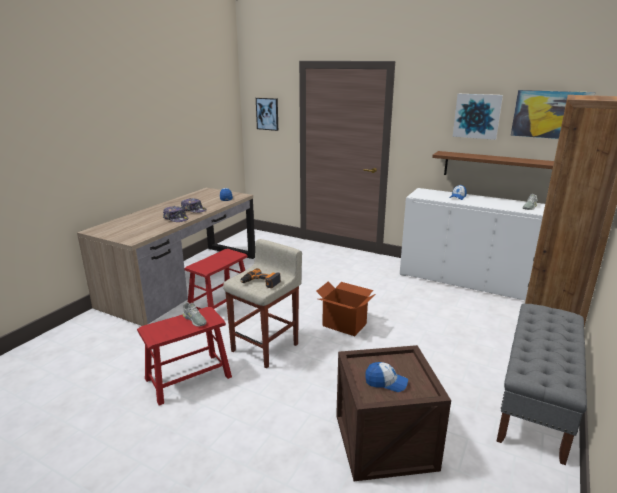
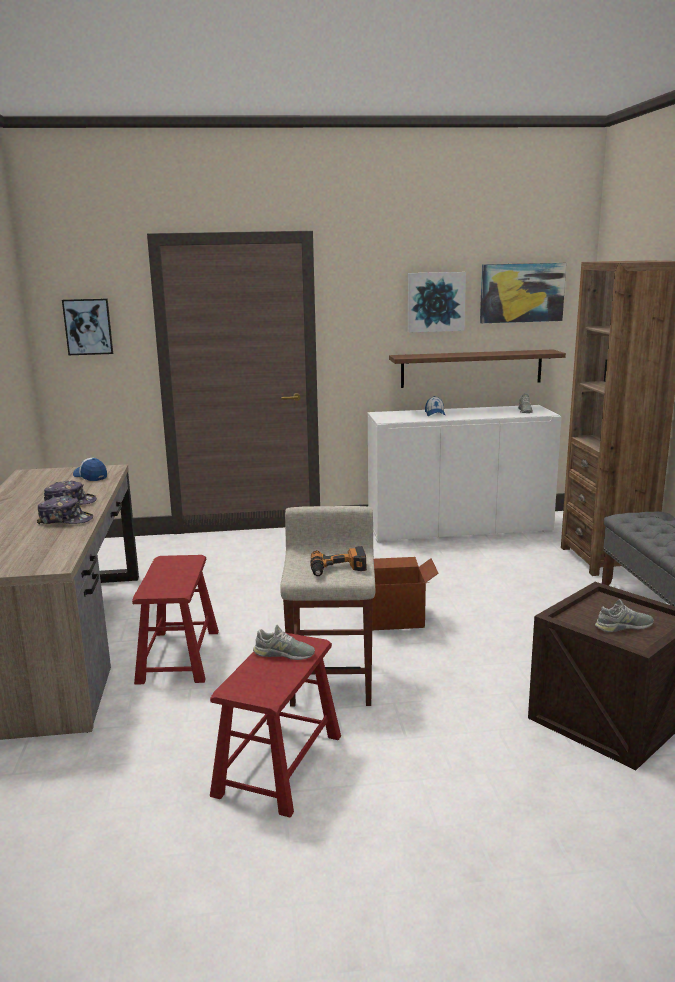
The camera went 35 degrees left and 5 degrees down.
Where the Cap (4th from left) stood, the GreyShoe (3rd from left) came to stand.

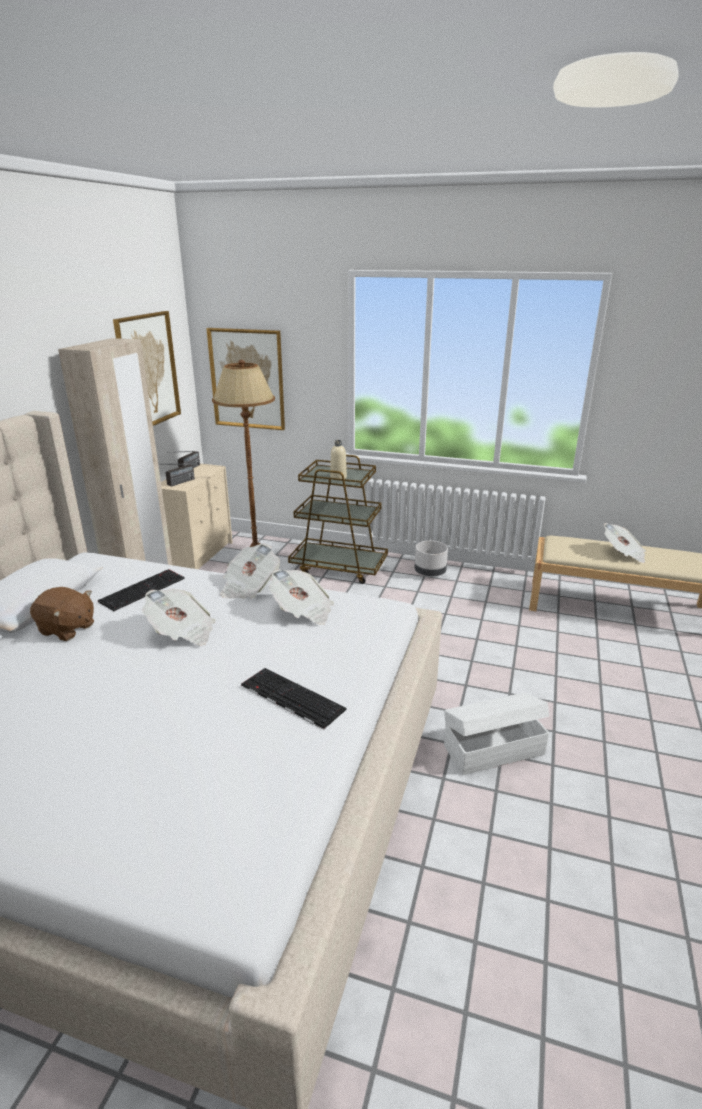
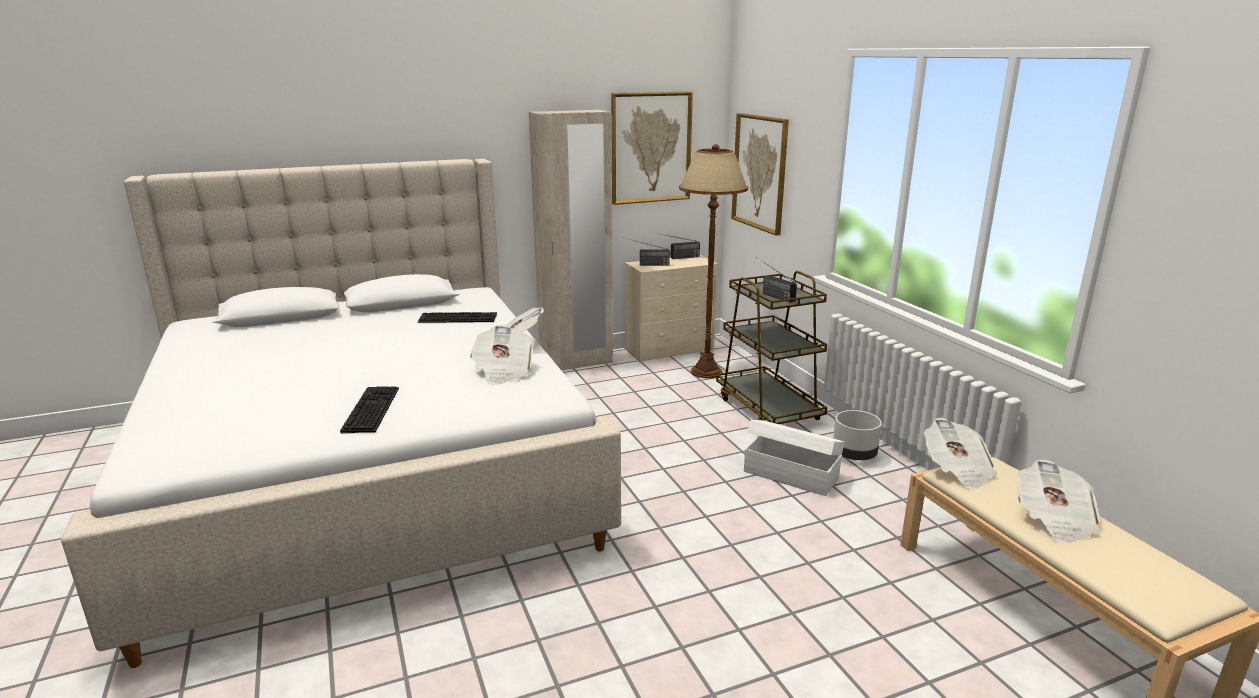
The camera went 50 degrees right and 5 degrees down.
The WhiteStorageBox ended up elsewhere.
Where the BeigeBottle stood, the Radio (3rd from left) came to stand.
The Newspaper (1st from left in the first image) ended up elsewhere.
The second view lost the BrownPlushToy.

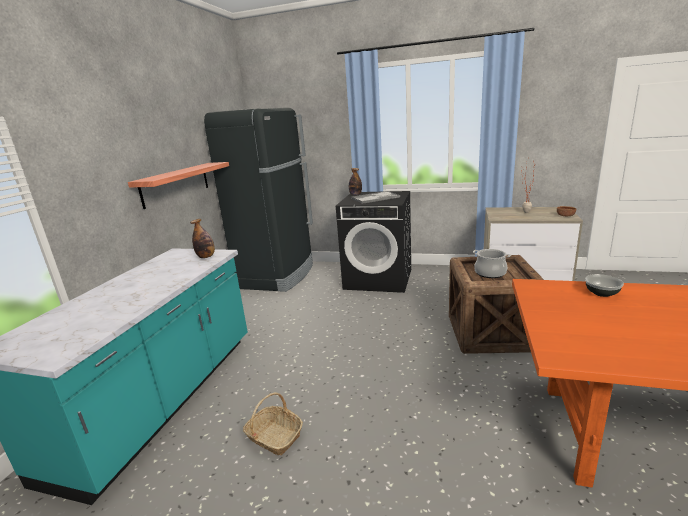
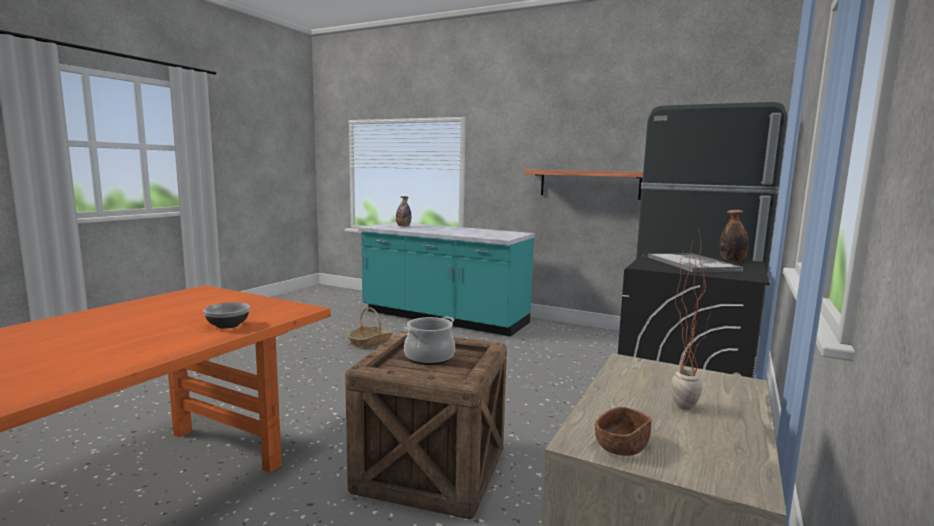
The camera went 100 degrees right and 10 degrees down.
The Bottle (1st from left) ended up elsewhere.

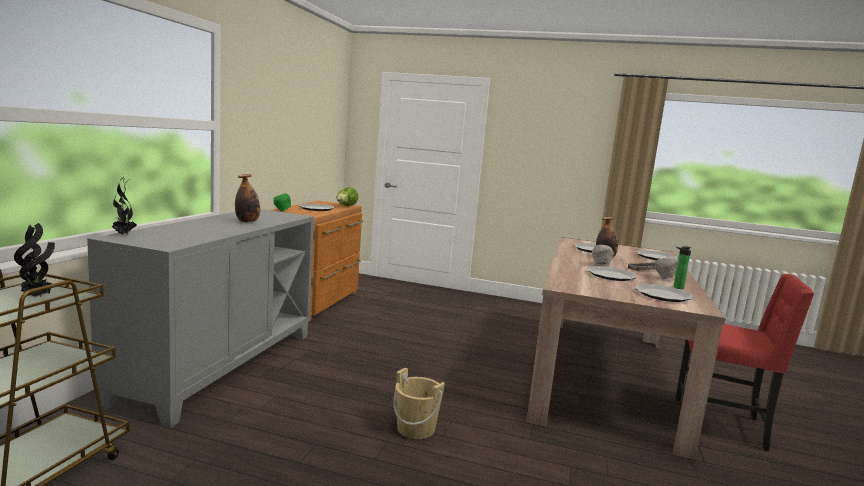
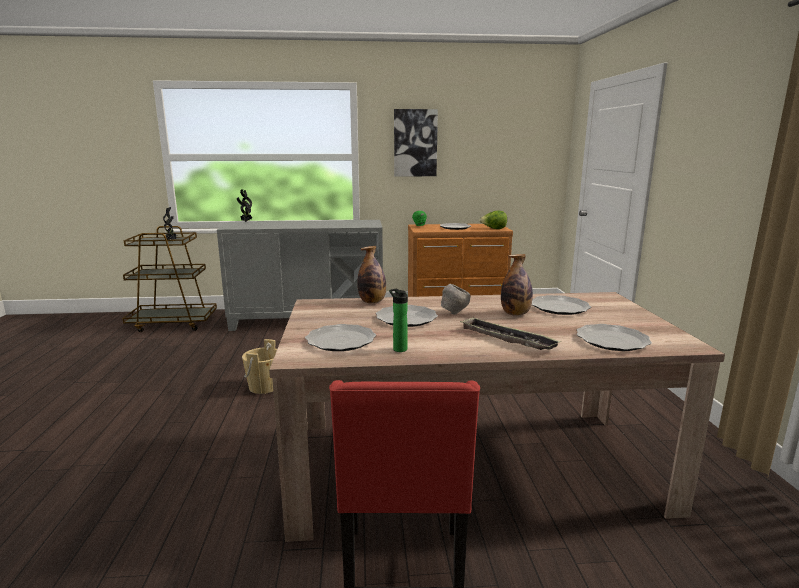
The camera went 70 degrees right and 5 degrees up.
The Bottle (1st from left) ended up elsewhere.
The second view gained the Picture.
The second view lost the GreyBowl (2nd from left).

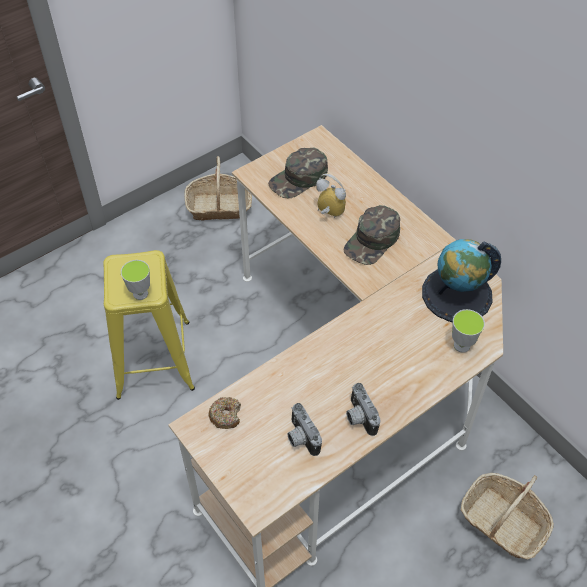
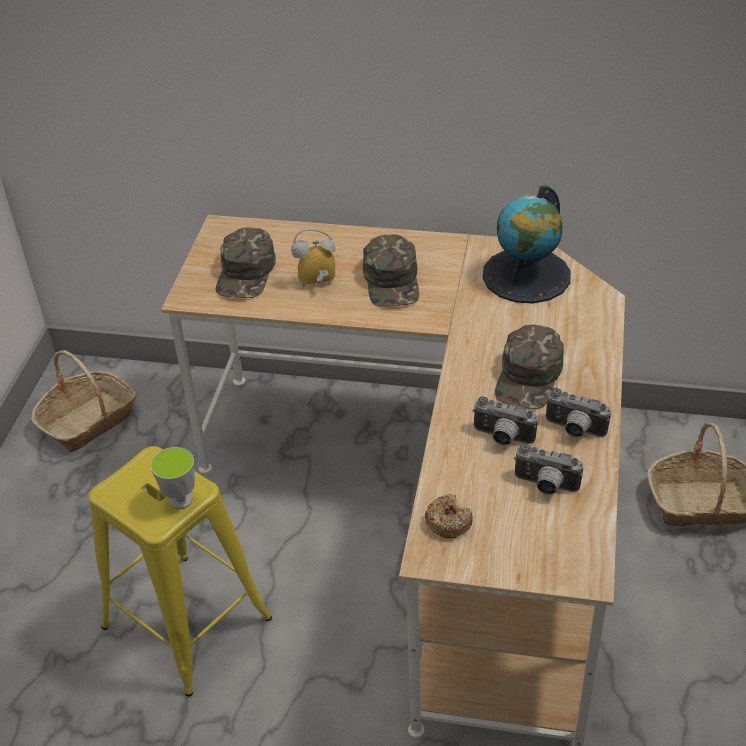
The camera went 40 degrees left and 10 degrees down.
The second view gained the PhotoCamera (1st from left).
The second view gained the GreenCap (3rd from left).
The second view lost the Cup (2nd from left).

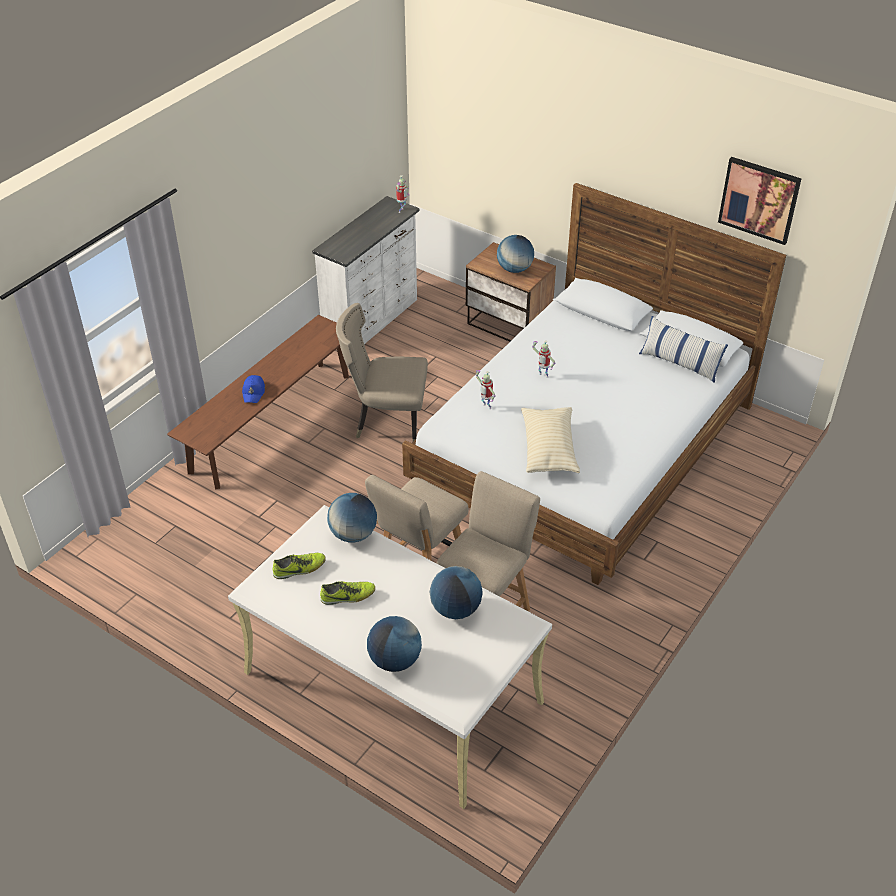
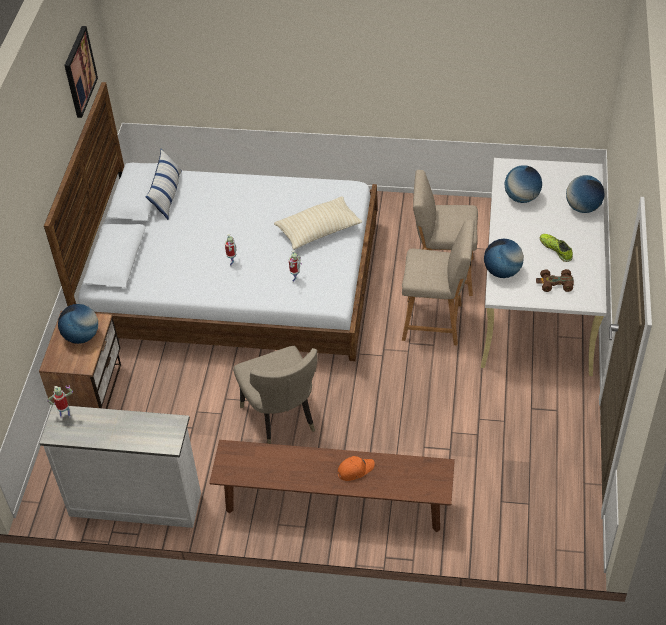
The camera went 115 degrees left and 5 degrees up.
What was the BlueCap turned into the OrangeCap.
Where the Shoe (1st from left) stood, the BrownToyCar came to stand.

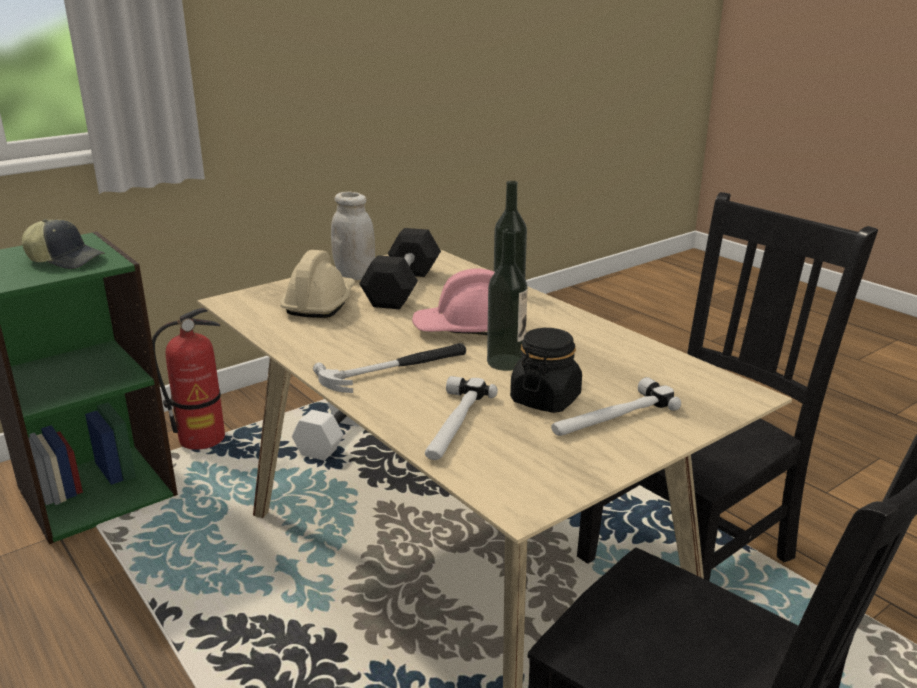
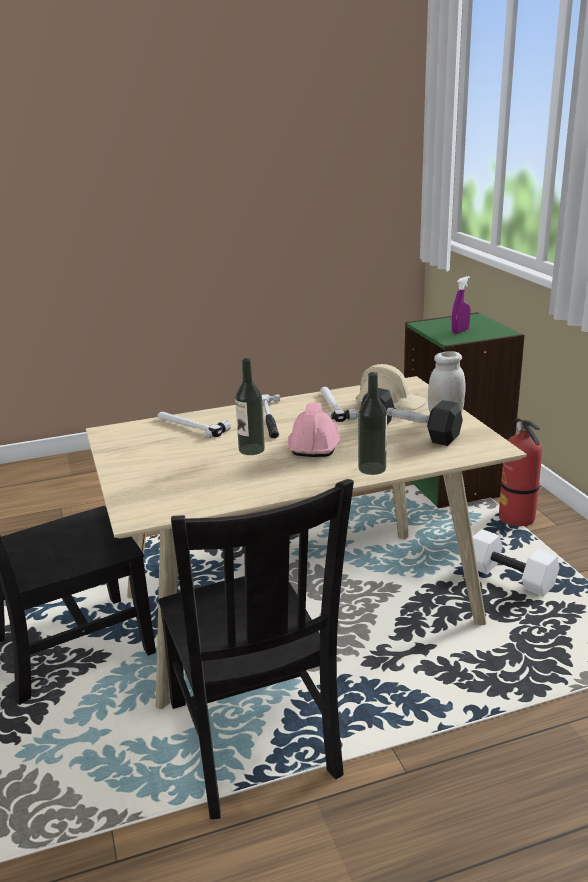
The camera went 110 degrees right and 0 degrees up.
The Hammer (3rd from left) ended up elsewhere.
Where the Cap stood, the PurpleSprayBottle came to stand.
The second view lost the BlackJar.

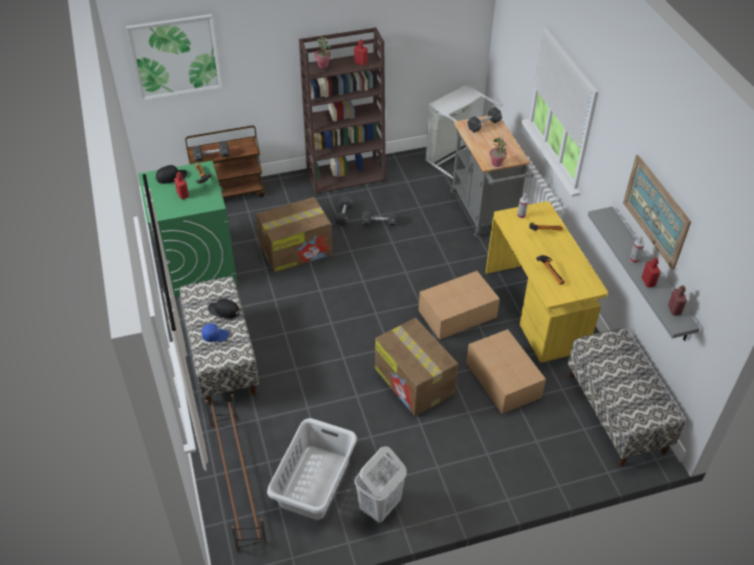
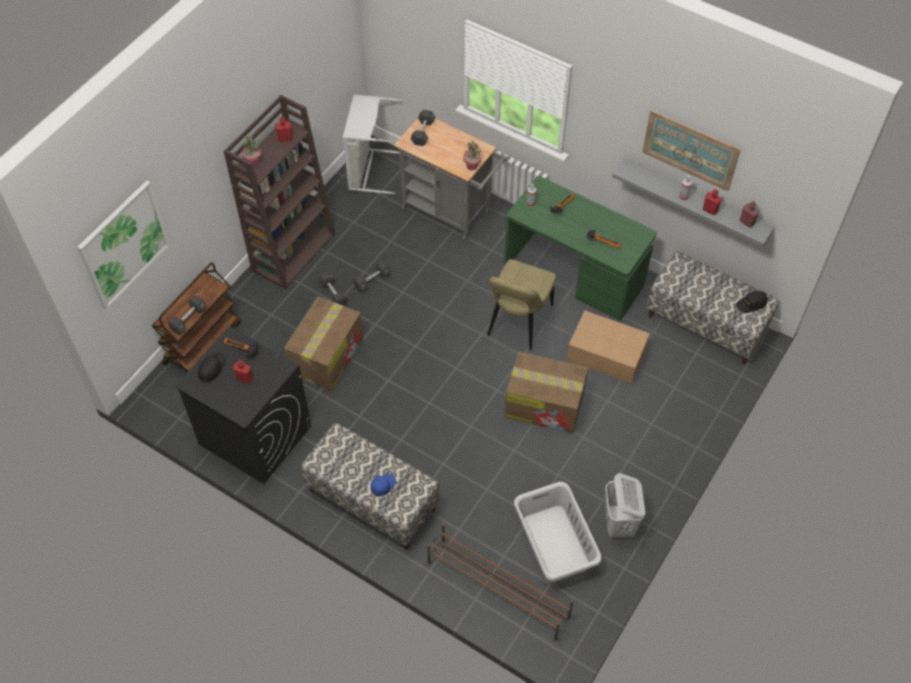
The camera went 40 degrees left and 10 degrees up.
What was the GreenWashingMachine turned into the BlackWashingMachine.
Where the CardboardBox (3rd from left) stood, the BeigeChair came to stand.
What was the YellowDesk turned into the GreenDesk.
The BlackCap (2nd from left) ended up elsewhere.

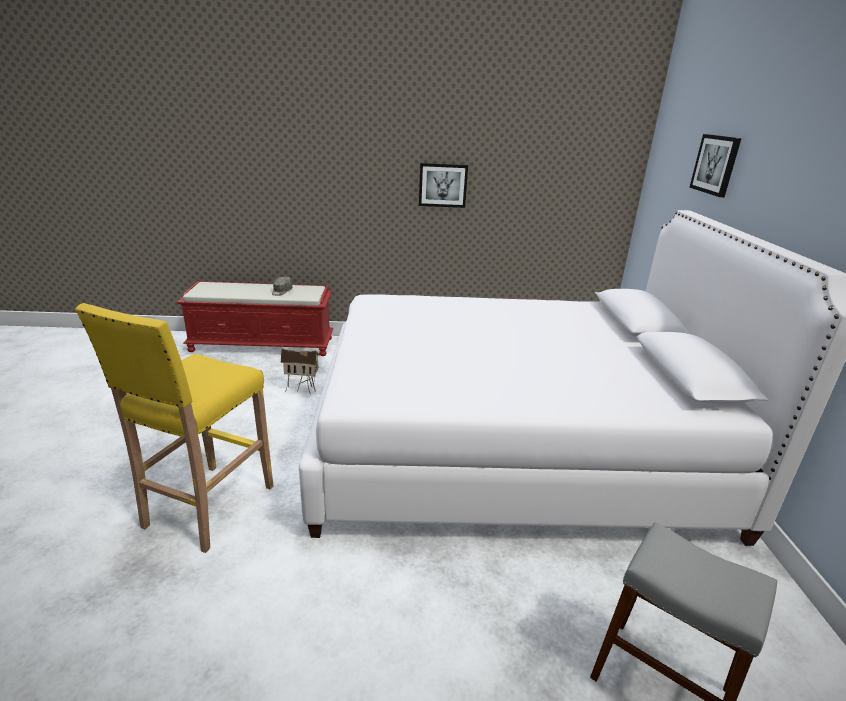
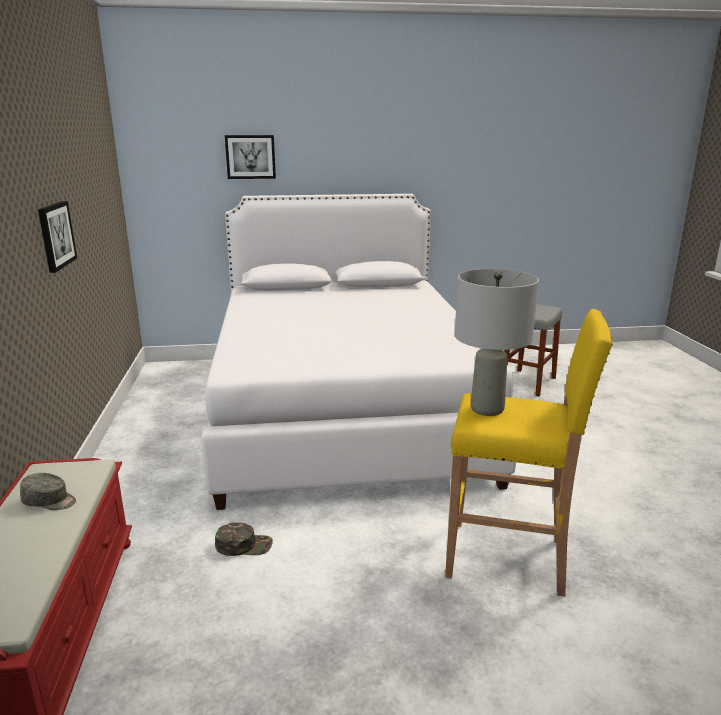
The camera went 95 degrees left and 5 degrees down.
Where the ToyHouse stood, the GreenCap came to stand.
The second view gained the GreyTableLamp.

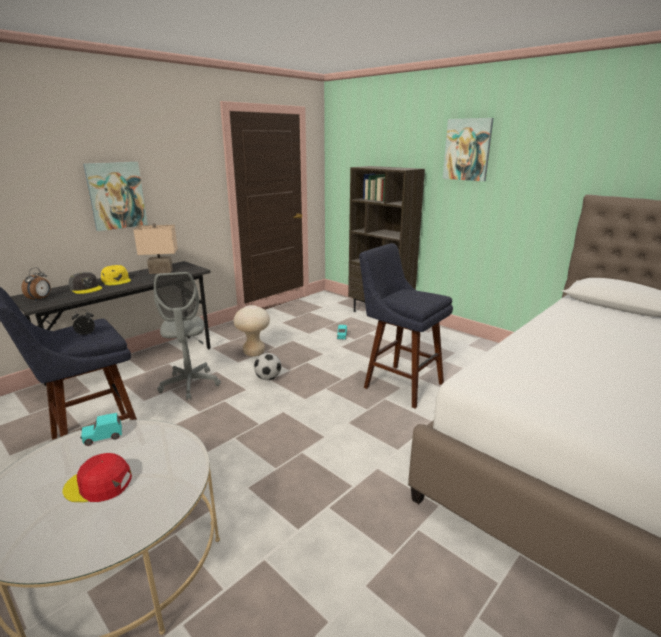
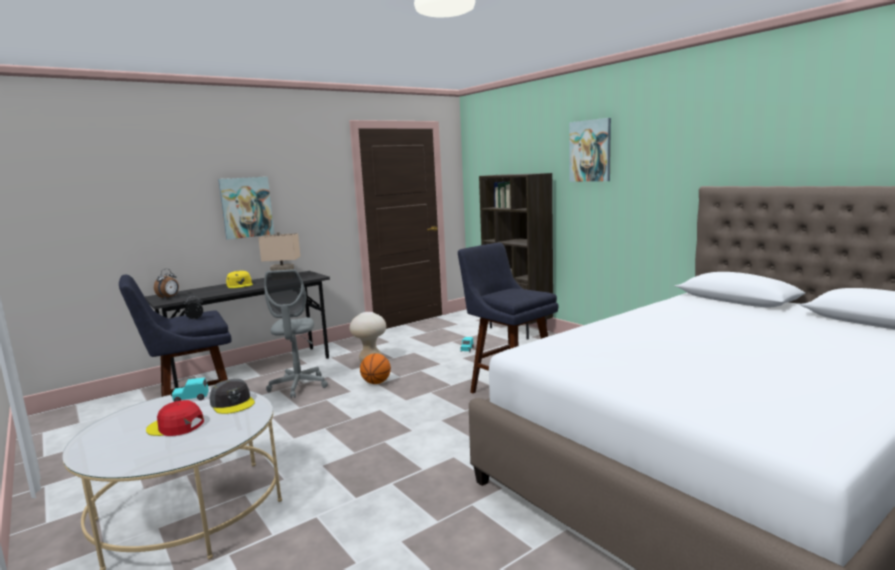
The camera went 10 degrees right and 10 degrees down.
The GreyCap ended up elsewhere.
Where the Football stood, the Basketball came to stand.

